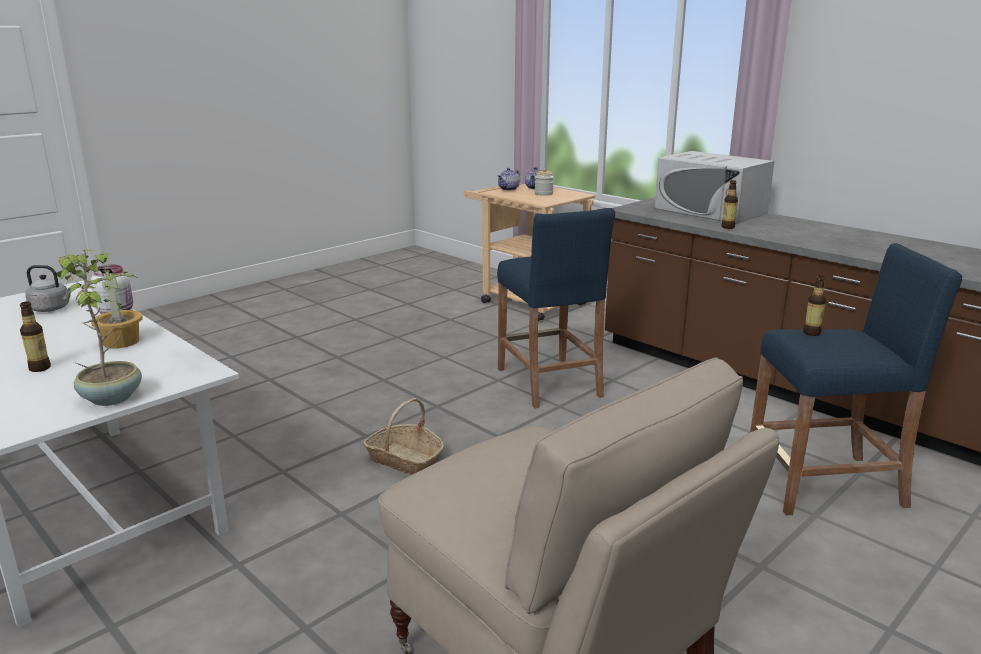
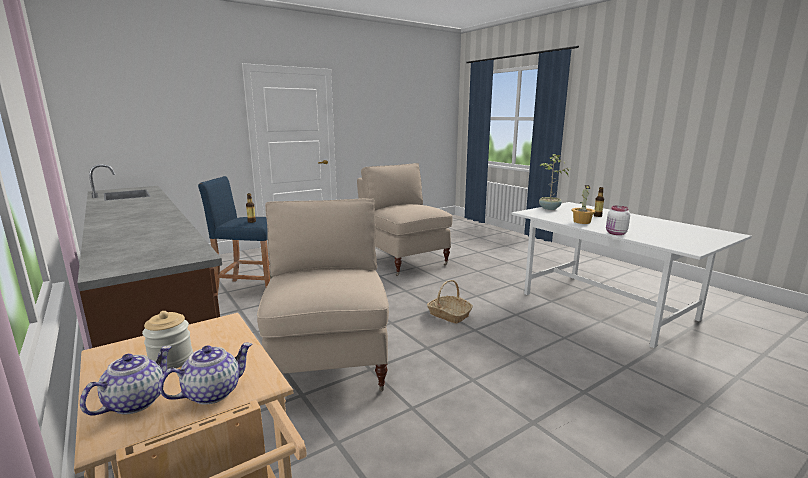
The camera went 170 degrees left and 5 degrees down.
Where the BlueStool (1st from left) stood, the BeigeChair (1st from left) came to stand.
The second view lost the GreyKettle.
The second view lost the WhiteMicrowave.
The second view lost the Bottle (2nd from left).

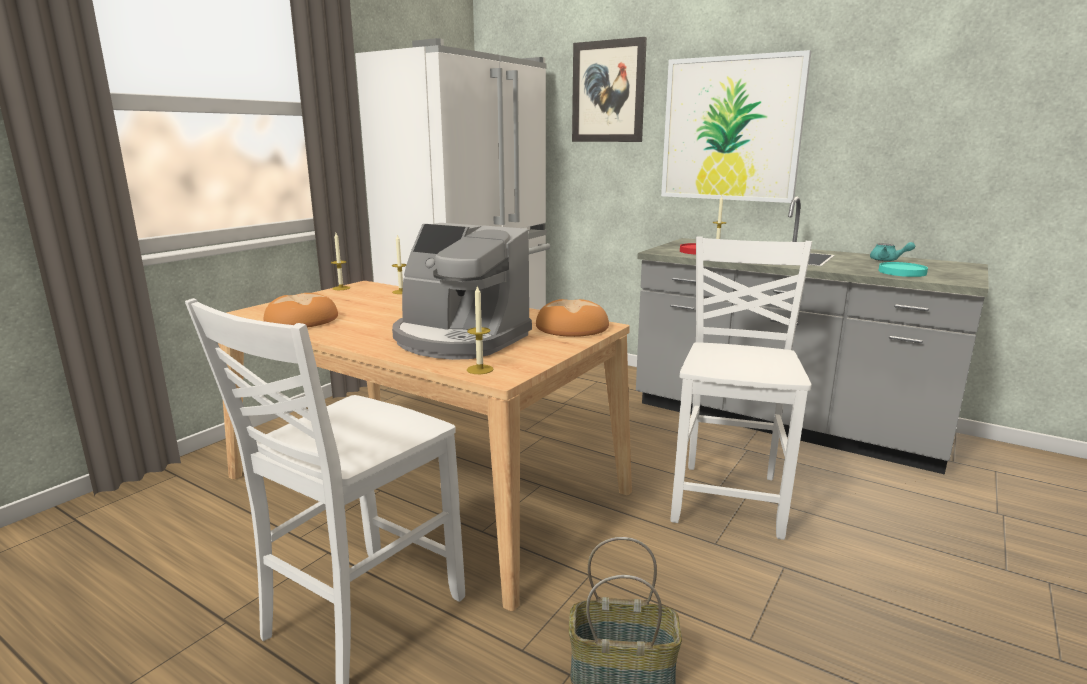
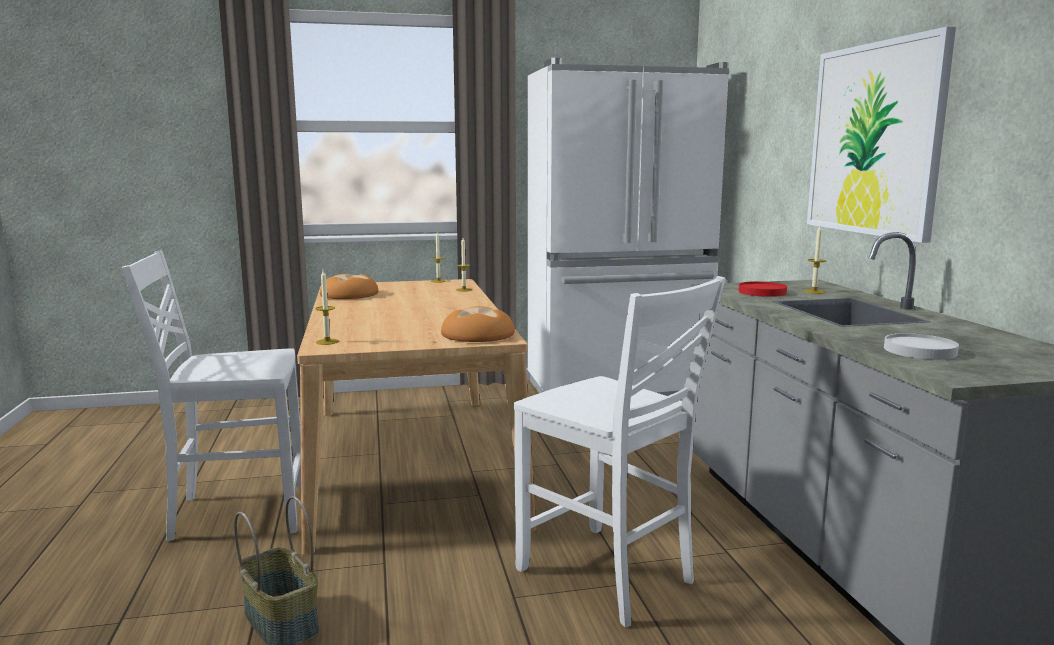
The camera went 45 degrees right and 5 degrees down.
The WhiteChair (2nd from left) ended up facing another way, 75 degrees clockwise from before.
What was the TurquoisePlate turned into the WhitePlate.
The second view lost the CoffeeMachine.
The second view lost the Picture (1st from left).
The second view lost the TurquoiseTeapot.

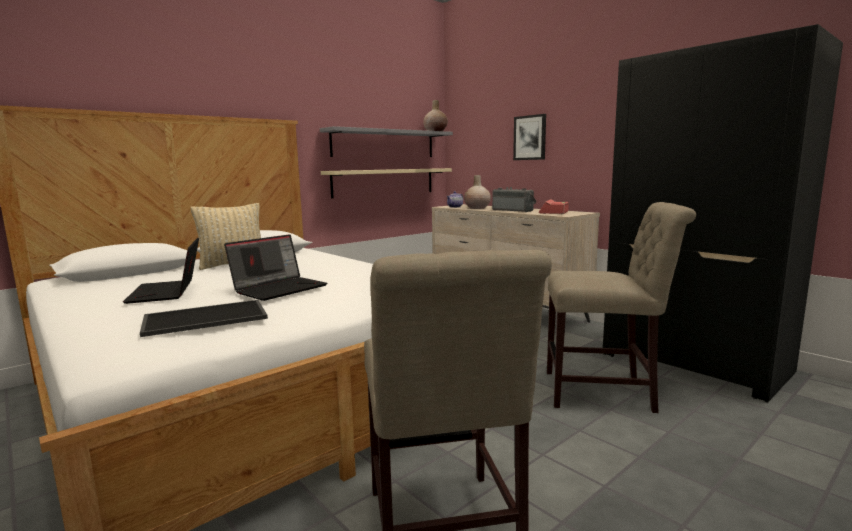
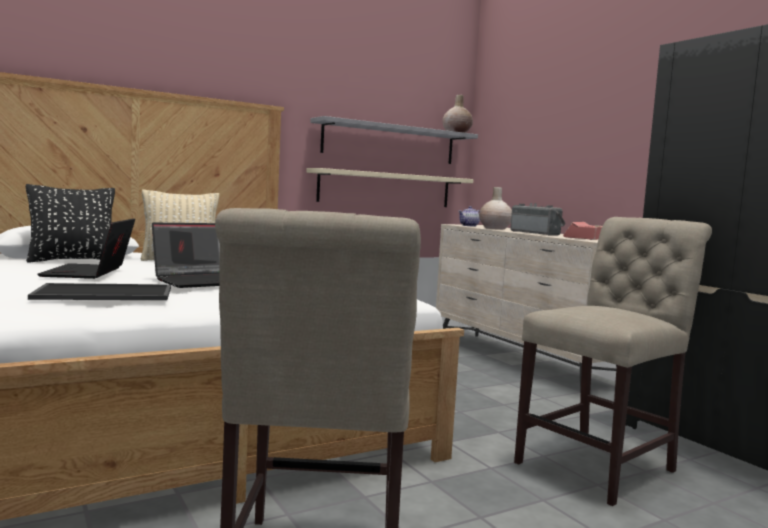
The camera went 10 degrees right and 5 degrees down.
The second view gained the BlackPillow.
The BeigeChair (2nd from left) ended up facing another way, 60 degrees counterclockwise from before.
The second view lost the Picture.

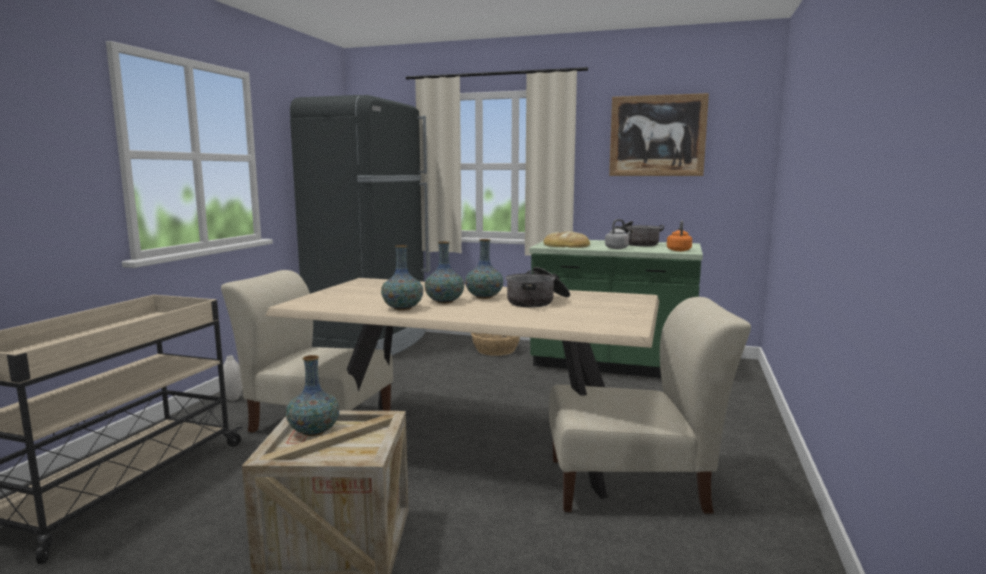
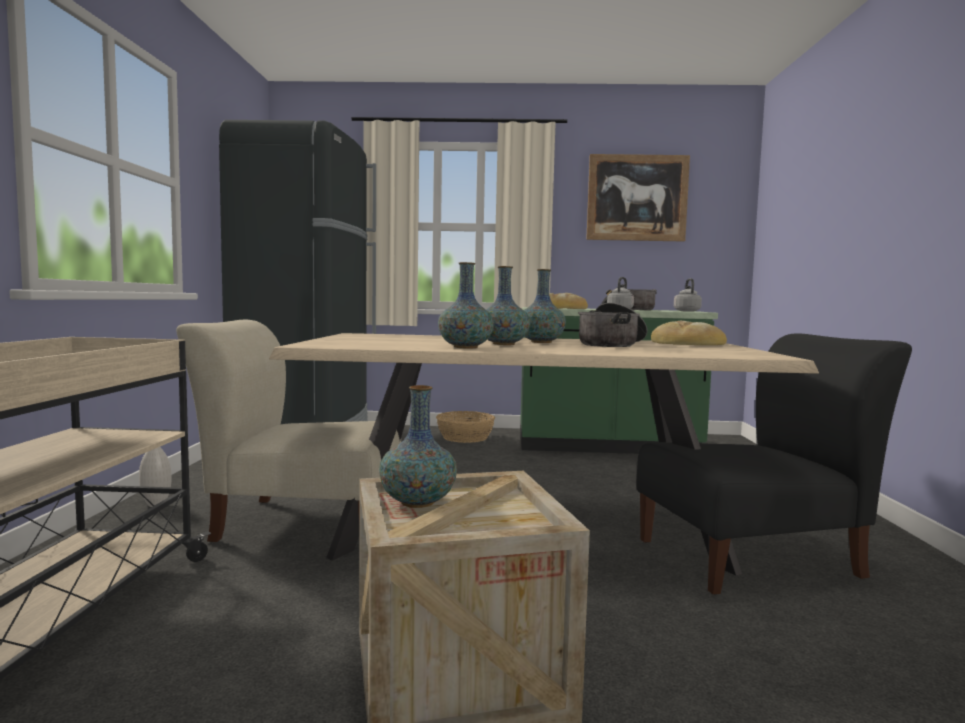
The camera went 15 degrees left and 5 degrees down.
What was the BeigeChair (2nd from left) turned into the BlackChair.
The second view gained the Bread (2nd from left).
What was the OrangeKettle turned into the GreyKettle (2nd from left).

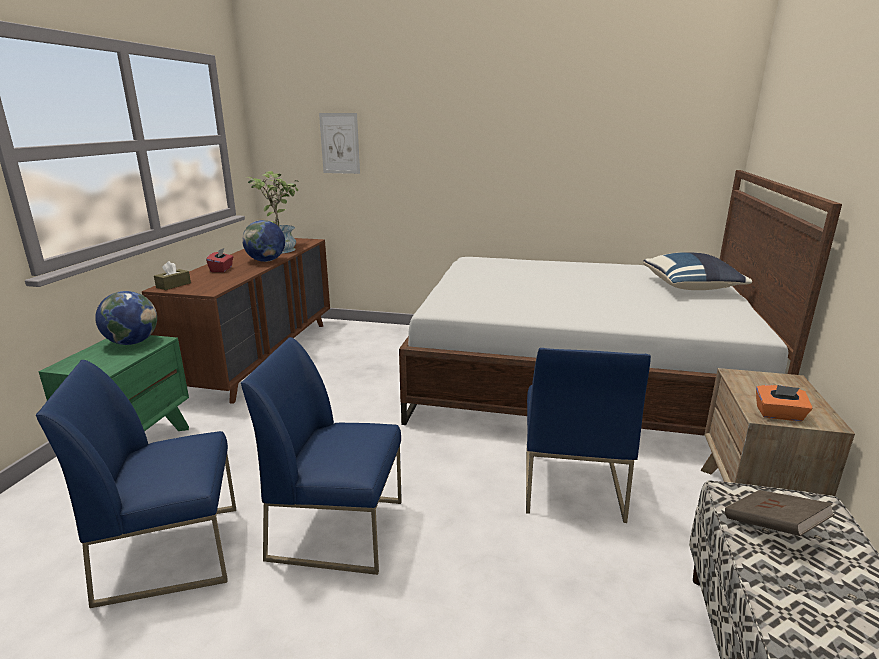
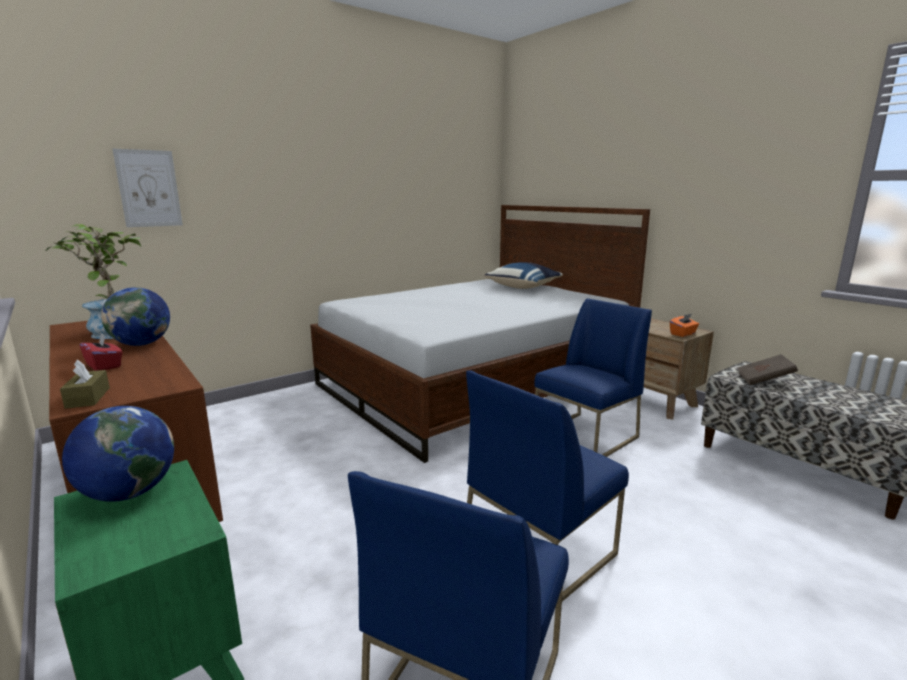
The camera went 50 degrees left and 5 degrees down.
The BlueChair (3rd from left) ended up facing another way, 90 degrees counterclockwise from before.

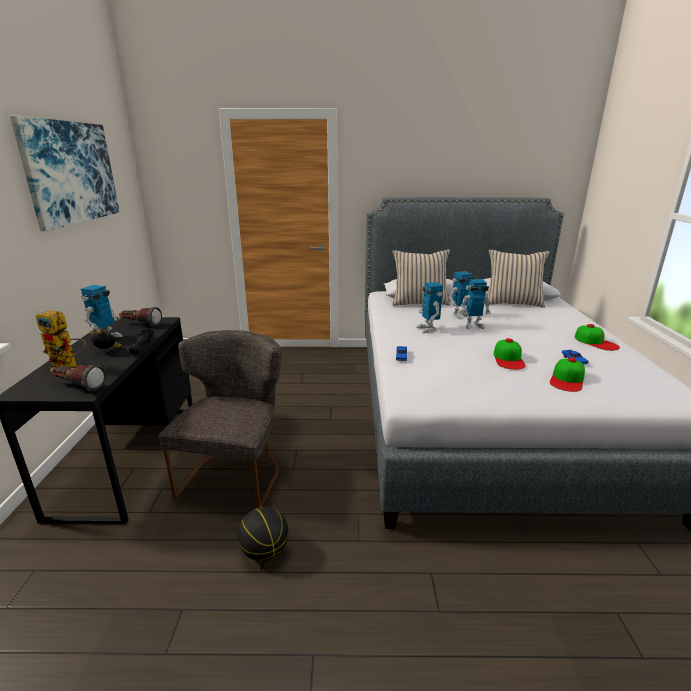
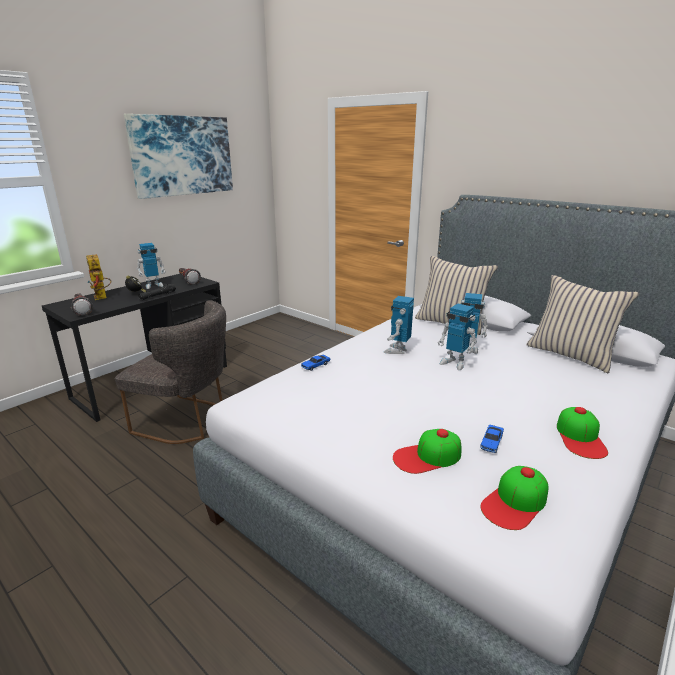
The camera went 40 degrees right and 0 degrees up.
The GreyChair ended up facing another way, 60 degrees clockwise from before.
The Cap (1st from left in the first image) ended up elsewhere.
The second view lost the Basketball.

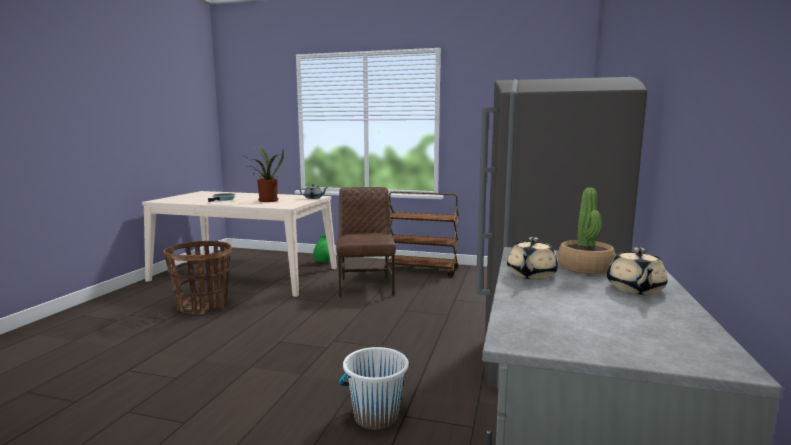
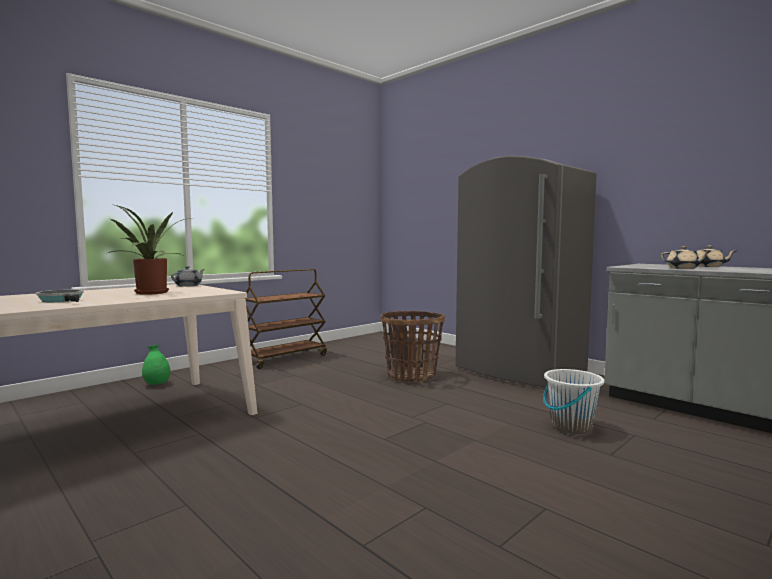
The camera went 60 degrees left and 5 degrees down.
The Basket ended up elsewhere.
The second view lost the BrownChair.
The second view lost the PottedPlant (2nd from left).

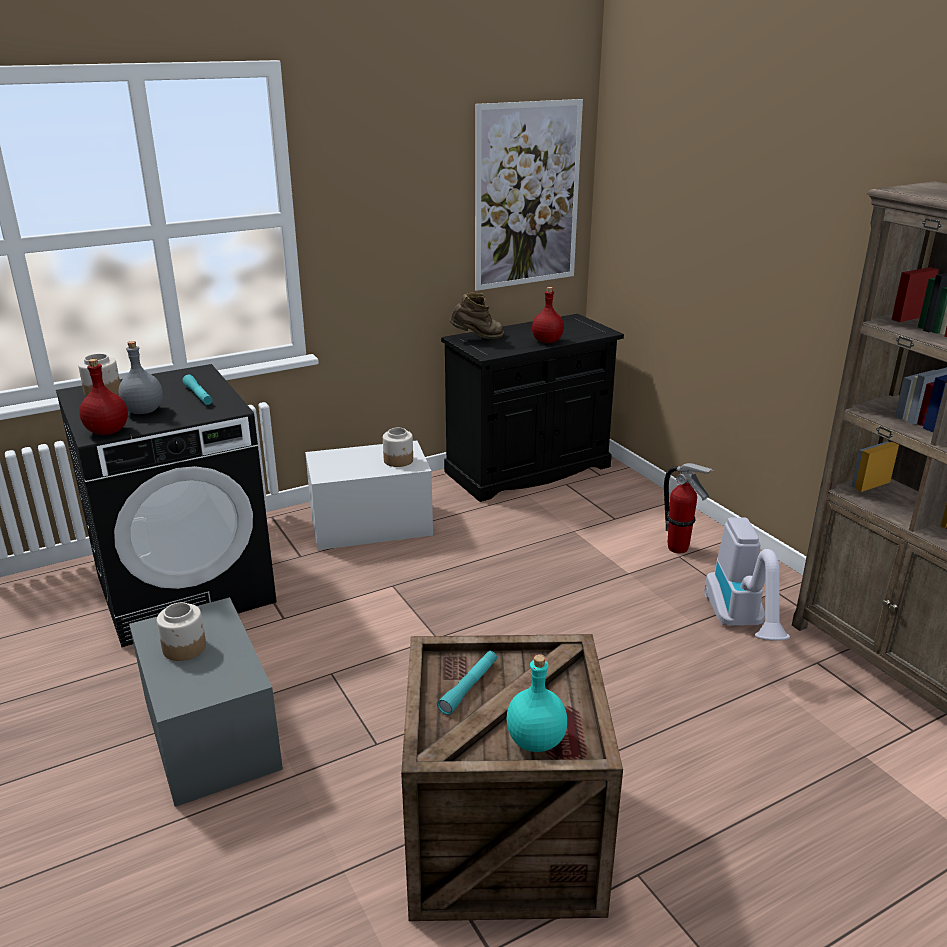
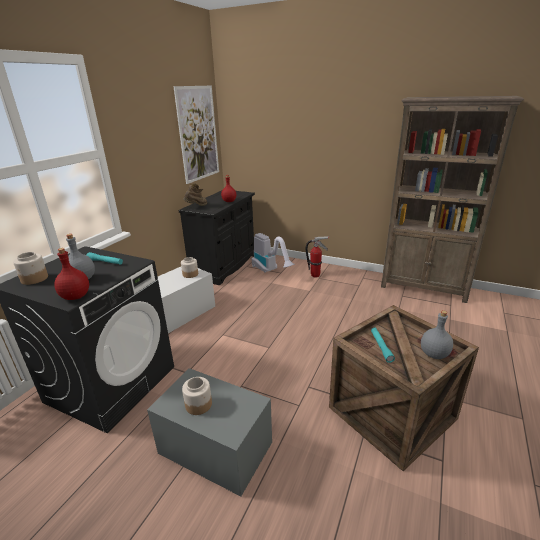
The camera went 35 degrees left and 0 degrees up.
The VacuumCleaner ended up elsewhere.
What was the TurquoiseBottle turned into the GreyBottle (2nd from left).

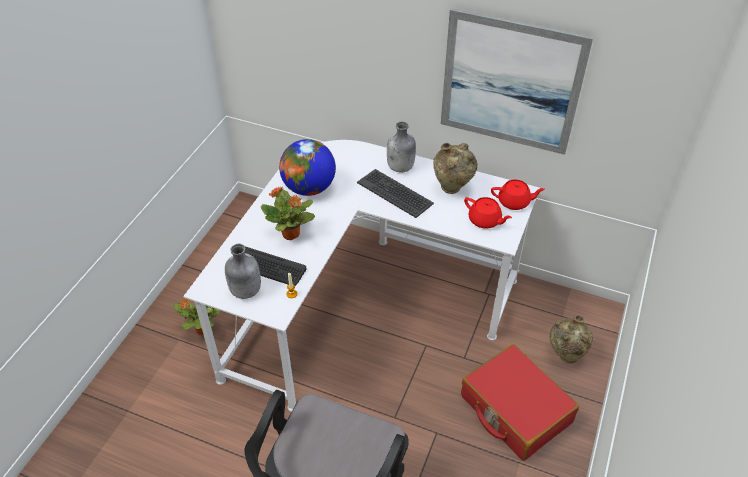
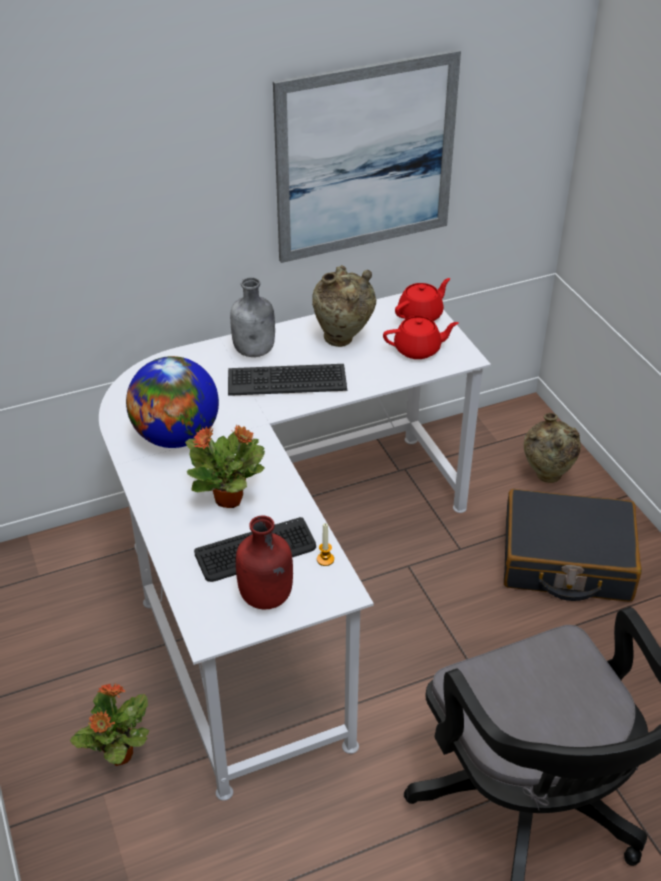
The camera went 45 degrees left and 5 degrees down.
What was the GreyBottle (1st from left) turned into the RedBottle.
What was the RedSuitcase turned into the BlackSuitcase.

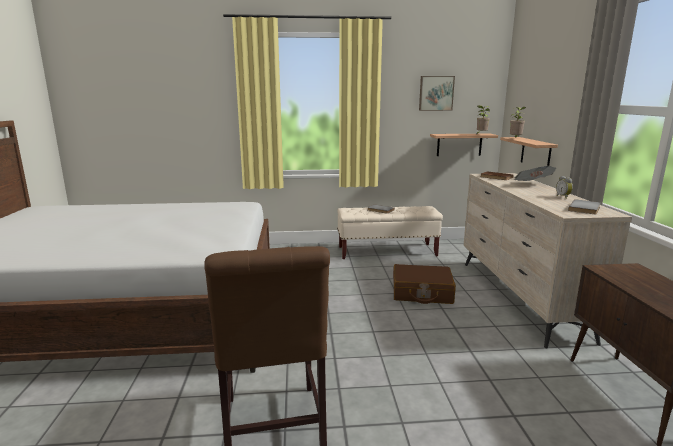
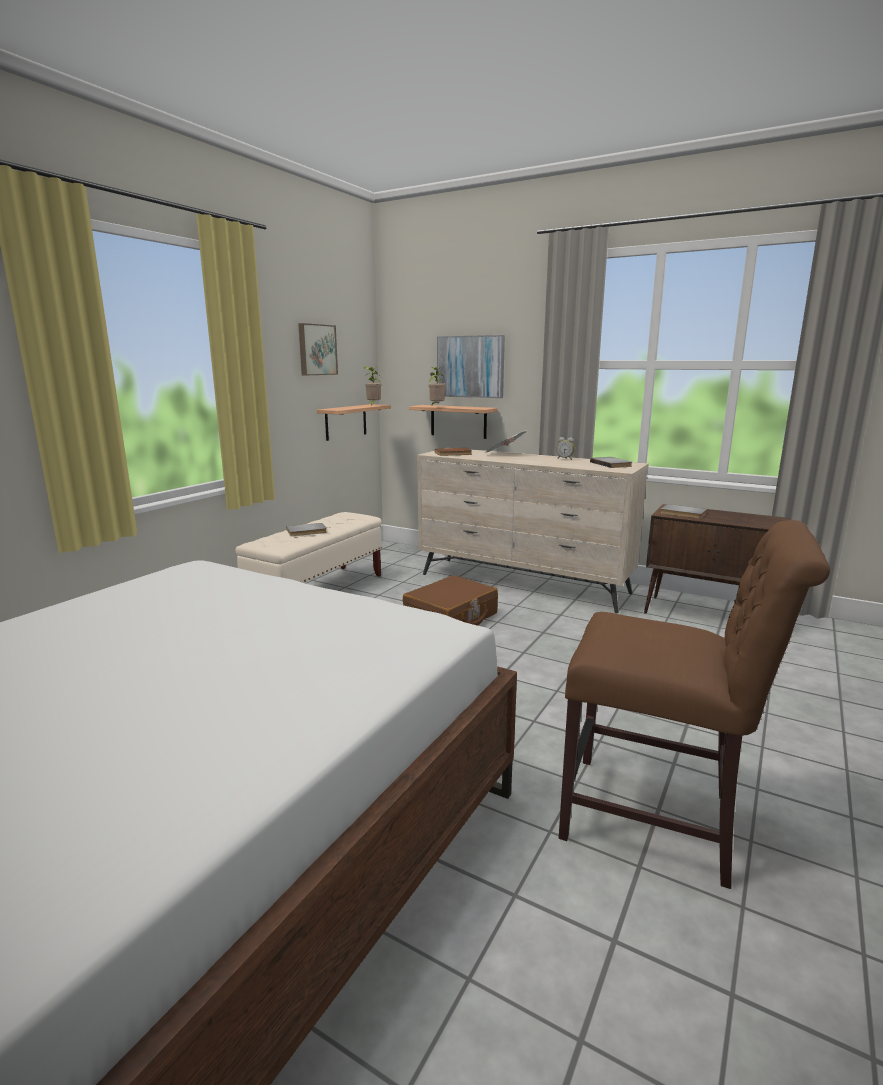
The camera went 55 degrees left and 0 degrees up.
The second view gained the Picture (2nd from left).
The second view gained the GreyBook (3rd from left).

